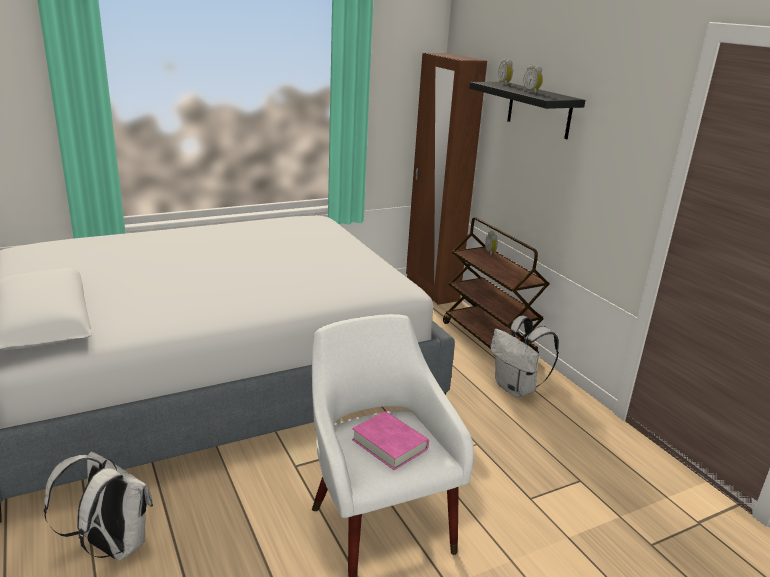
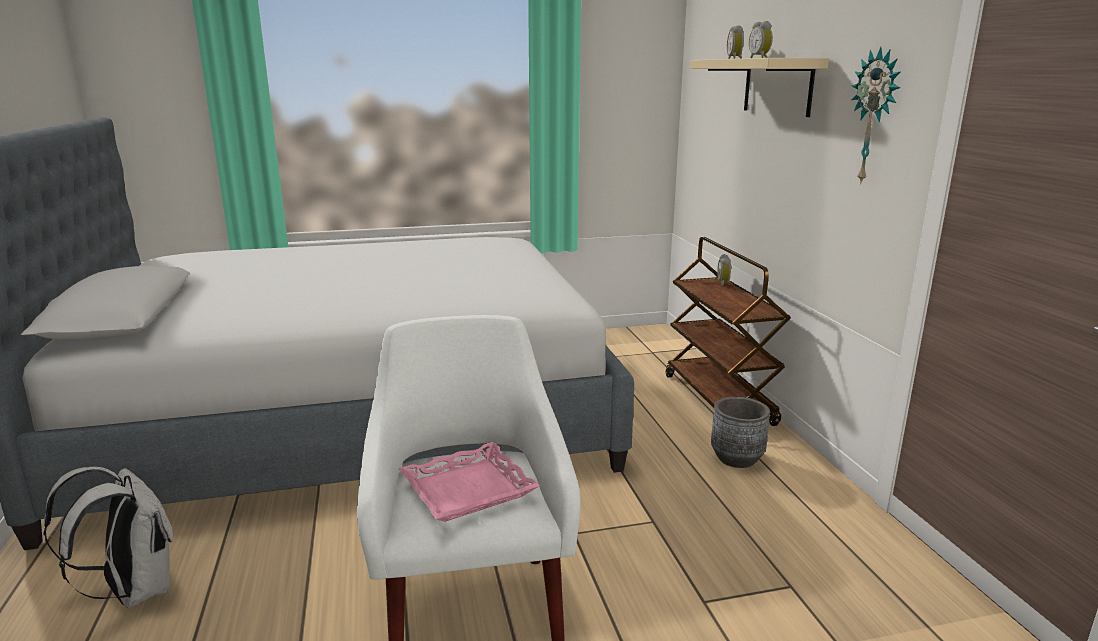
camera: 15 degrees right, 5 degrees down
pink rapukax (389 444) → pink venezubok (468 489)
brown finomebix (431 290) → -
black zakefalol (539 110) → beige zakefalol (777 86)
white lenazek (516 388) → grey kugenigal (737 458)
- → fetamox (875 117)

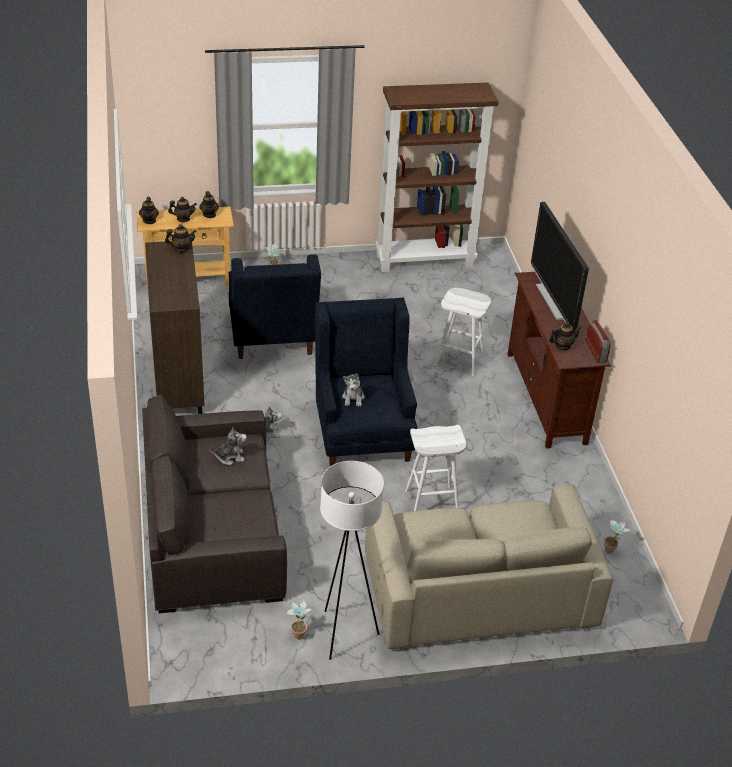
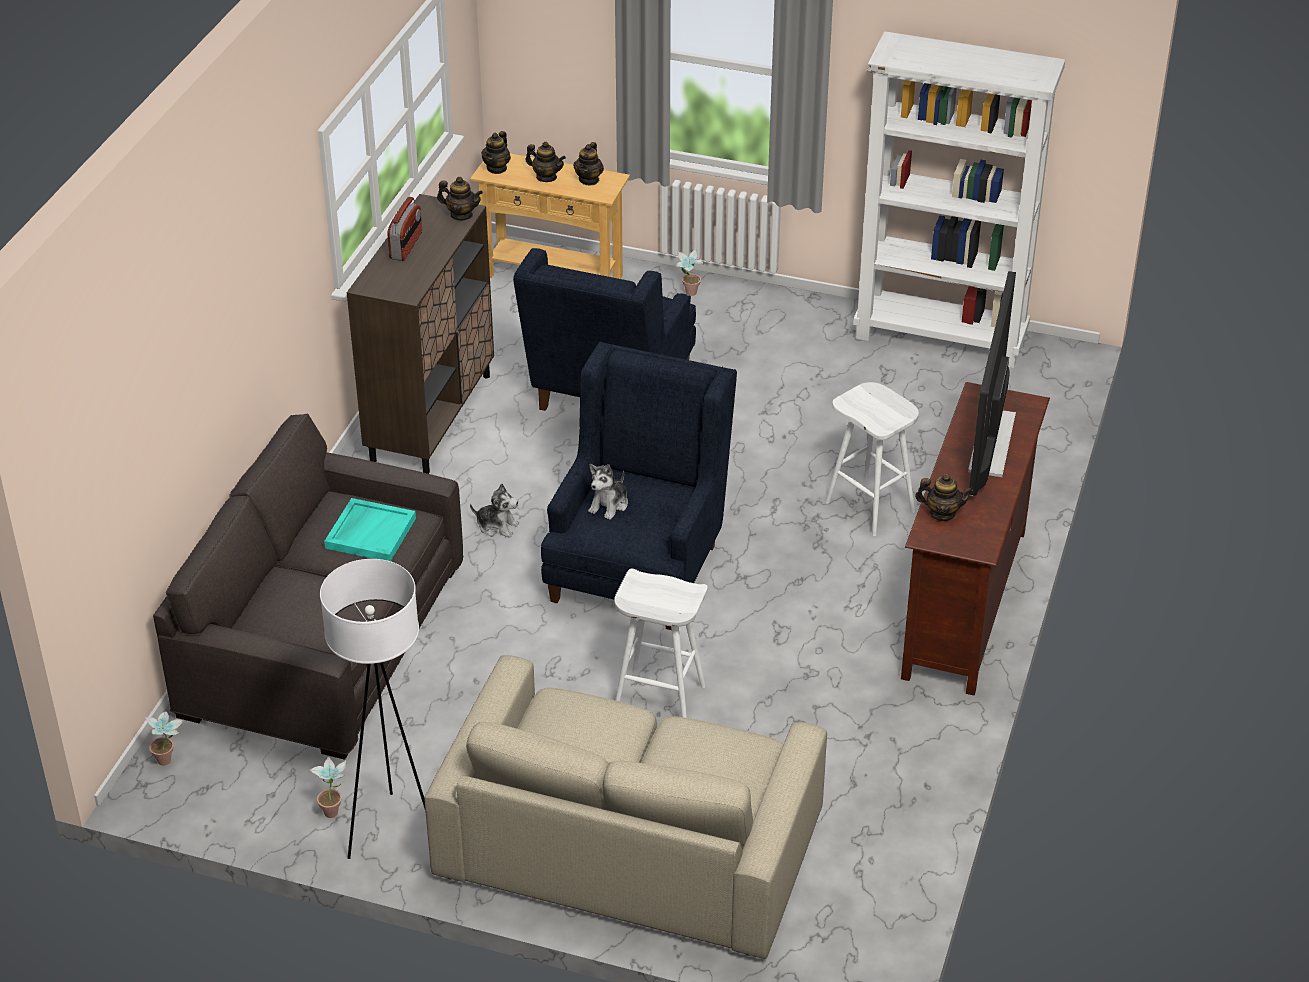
camera: 30 degrees right, 0 degrees up
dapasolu (230 457) → turquoise venezubok (370 532)
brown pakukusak (425 260) → white pakukusak (941 337)
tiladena (596 352) → tiladena (406 246), shifted
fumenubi (612 550) → fumenubi (169 761), shifted

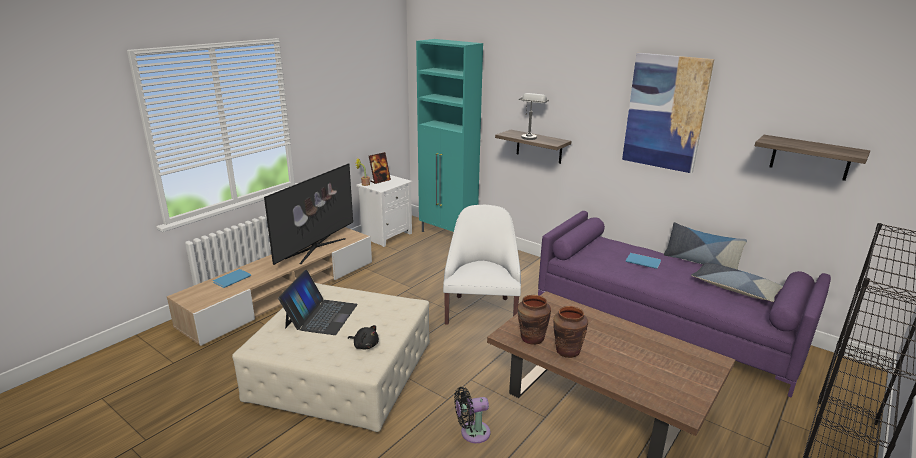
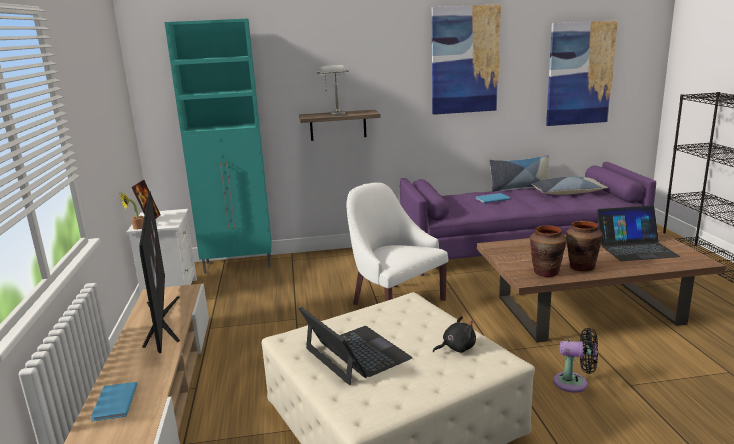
camera: 45 degrees left, 5 degrees down
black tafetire (472 433) → black tafetire (574 383), 105 degrees counterclockwise
zakefalol (810 157) → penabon (580 74)
- → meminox (635 248)

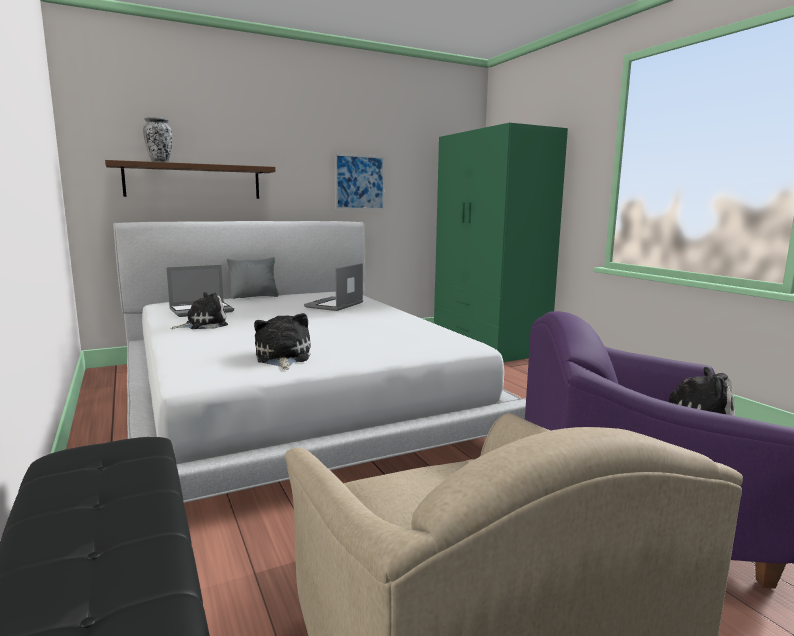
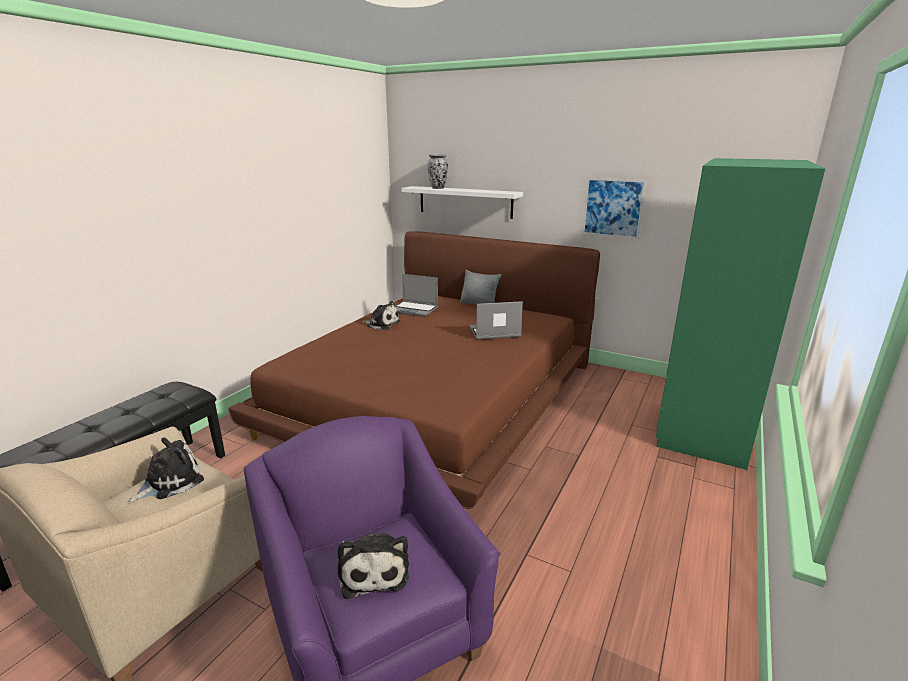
camera: 55 degrees right, 10 degrees up
brown zakefalol (193 181) → white zakefalol (465 202)
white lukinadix (293 398) → brown lukinadix (435 395)
dapasolu (282 358) → dapasolu (170 482), shifted

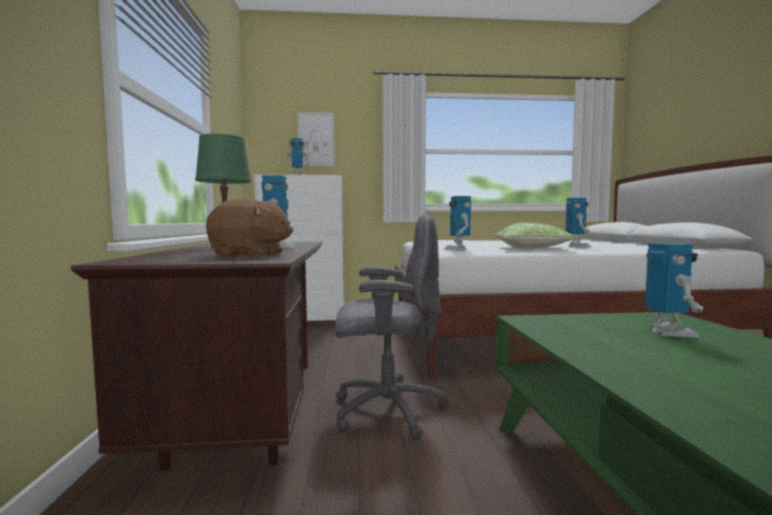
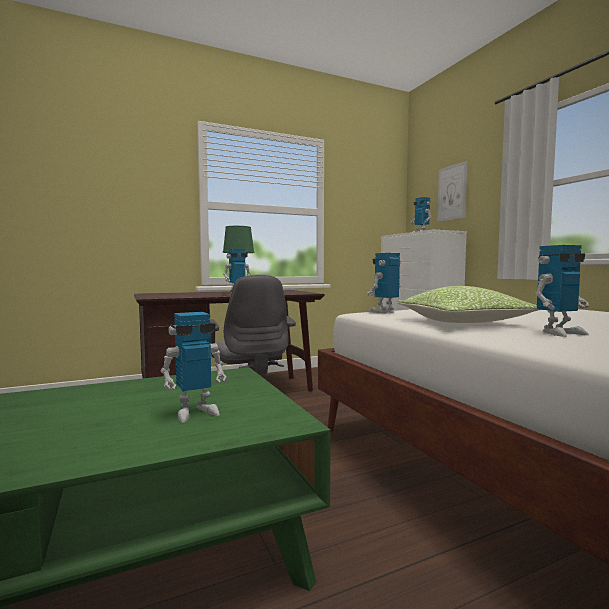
camera: 70 degrees right, 0 degrees up
brown dapasolu (250 256) → -

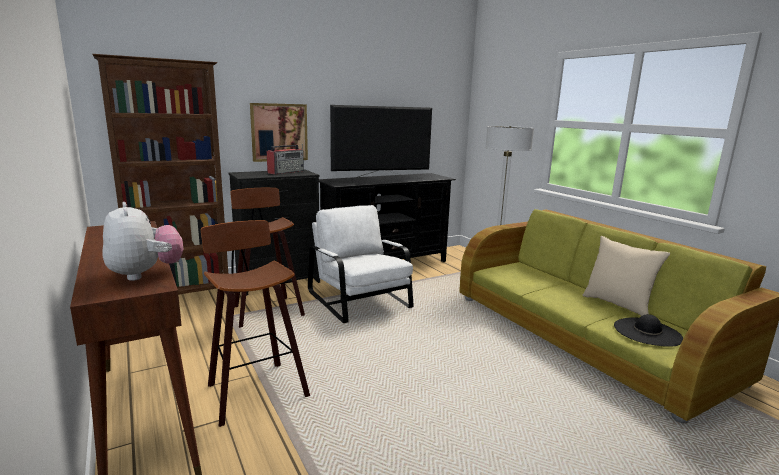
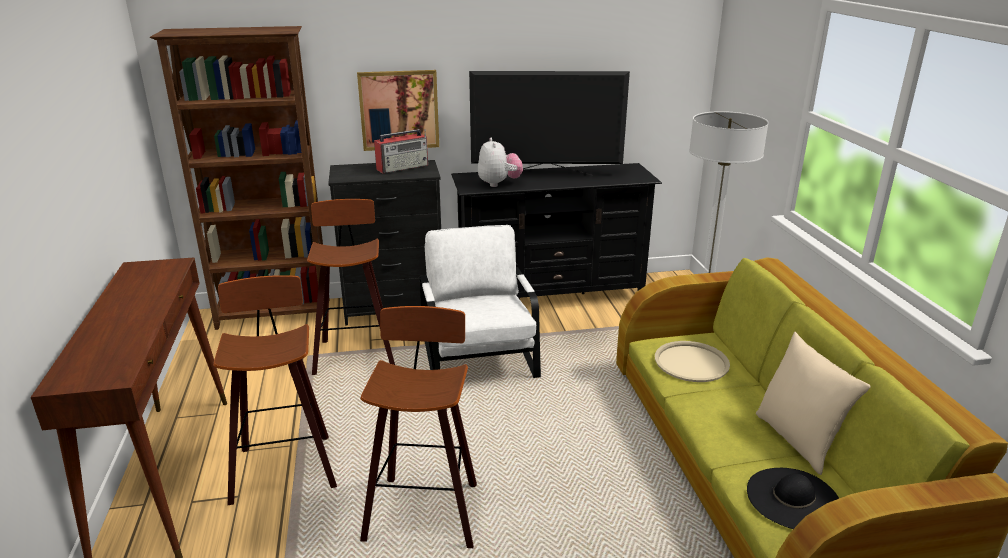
camera: 20 degrees right, 10 degrees up
dapasolu (145 274) → dapasolu (499 184), shifted
- → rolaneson (424 509)
- → beige venezubok (691 362)

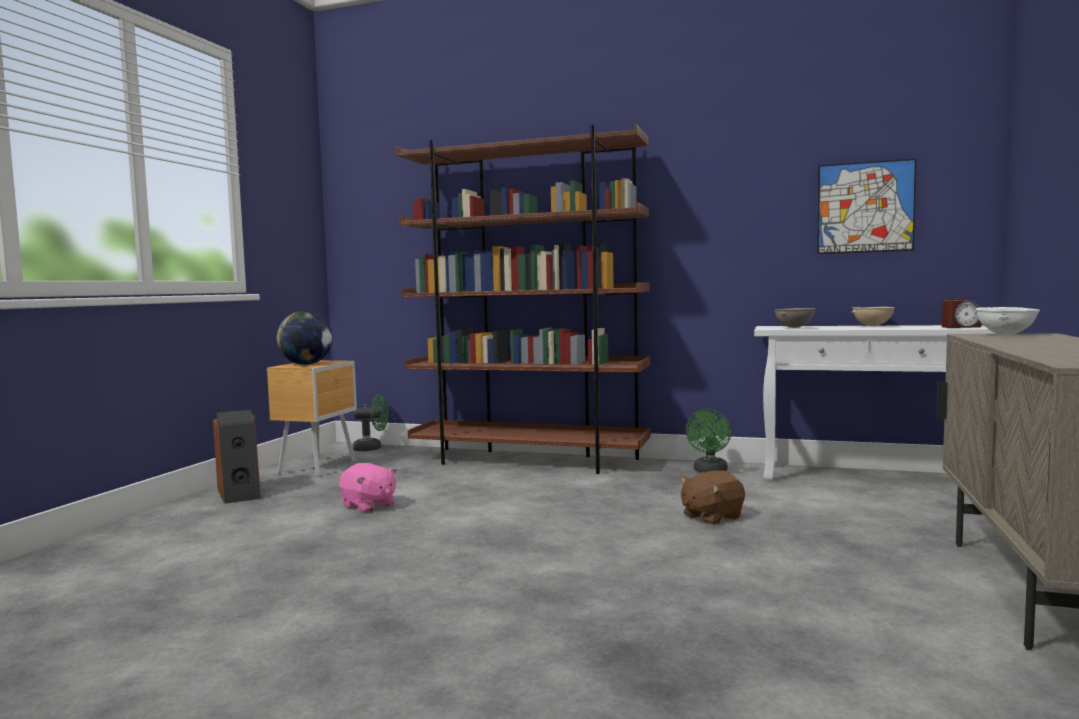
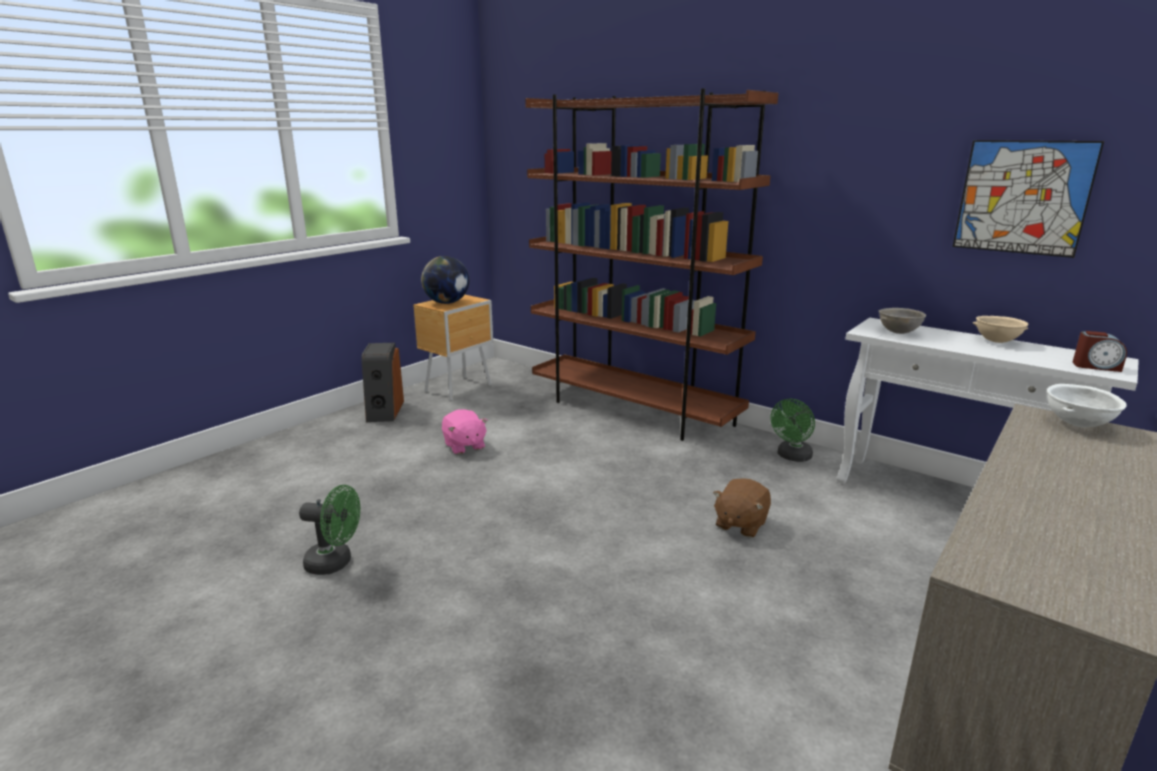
camera: 20 degrees right, 15 degrees up
green tafetire (372 448) → green tafetire (335 563), shifted
brown dapasolu (711 517) → brown dapasolu (740 524), 45 degrees counterclockwise

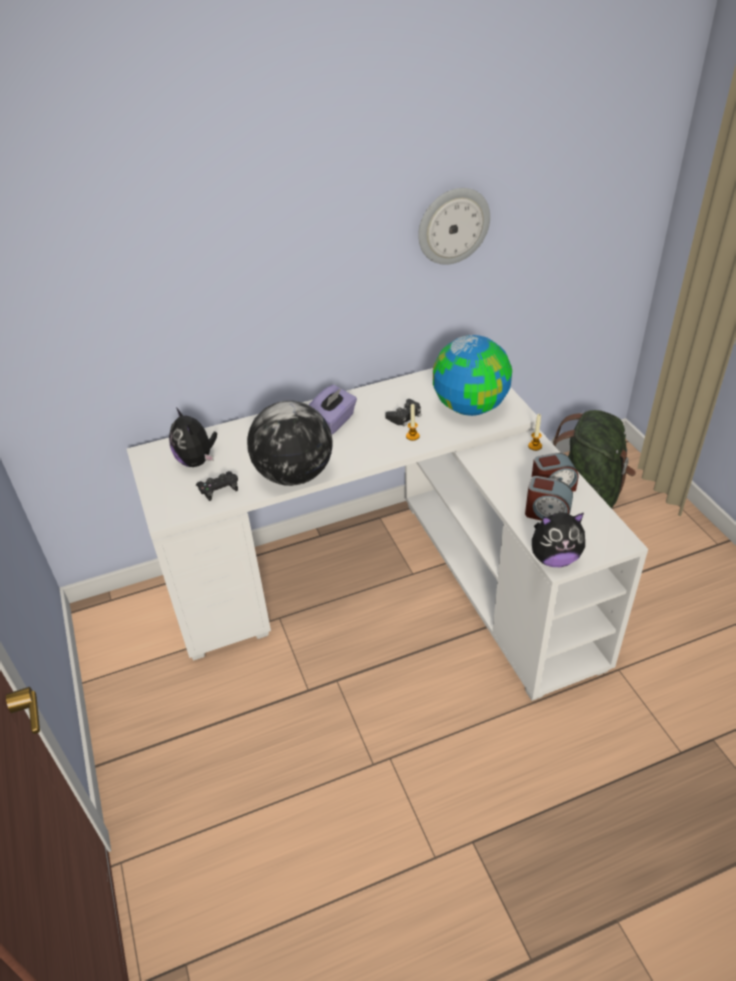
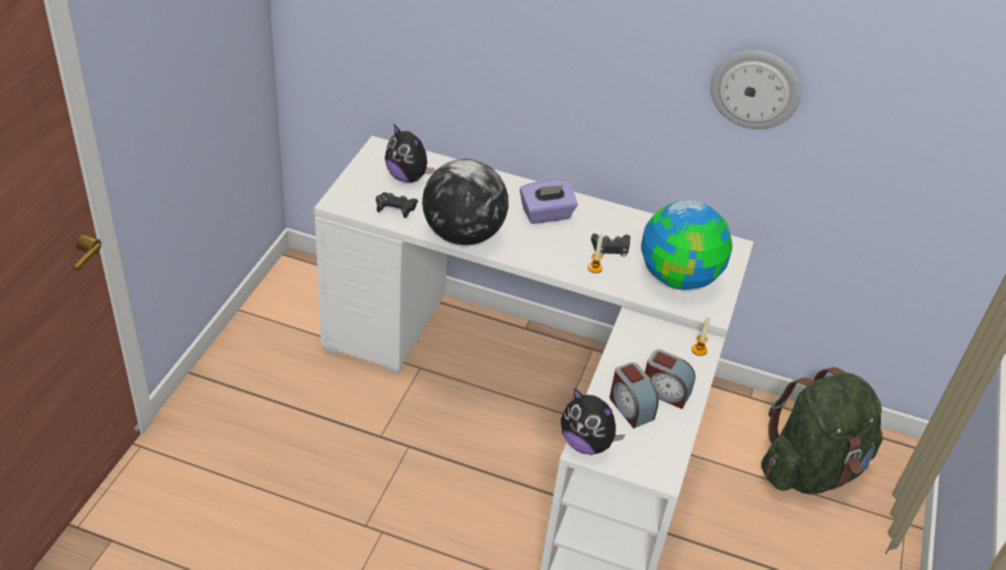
camera: 35 degrees right, 0 degrees up
dapasolu (197 461) → dapasolu (408 177), 60 degrees counterclockwise

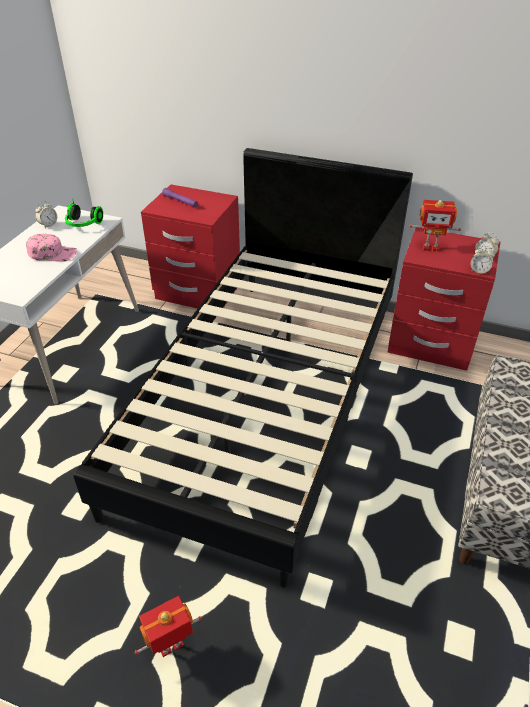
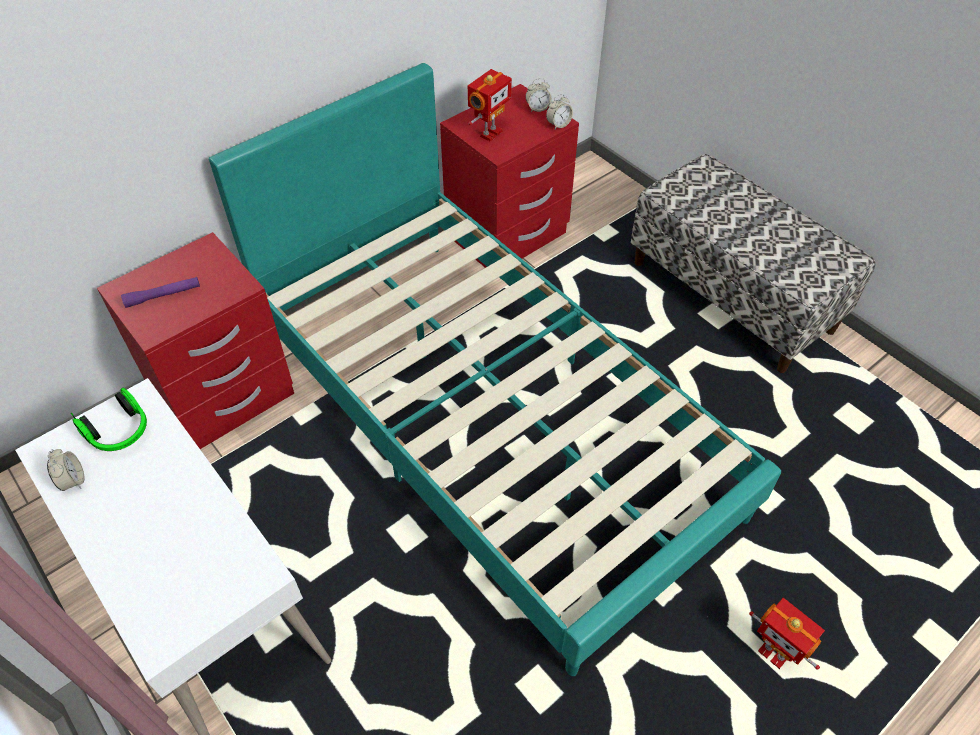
camera: 60 degrees left, 10 degrees up
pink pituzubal (53 253) → -
black lukinadix (265 400) → turquoise lukinadix (489 419)
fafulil (171 648) → fafulil (773 653), 45 degrees counterclockwise

